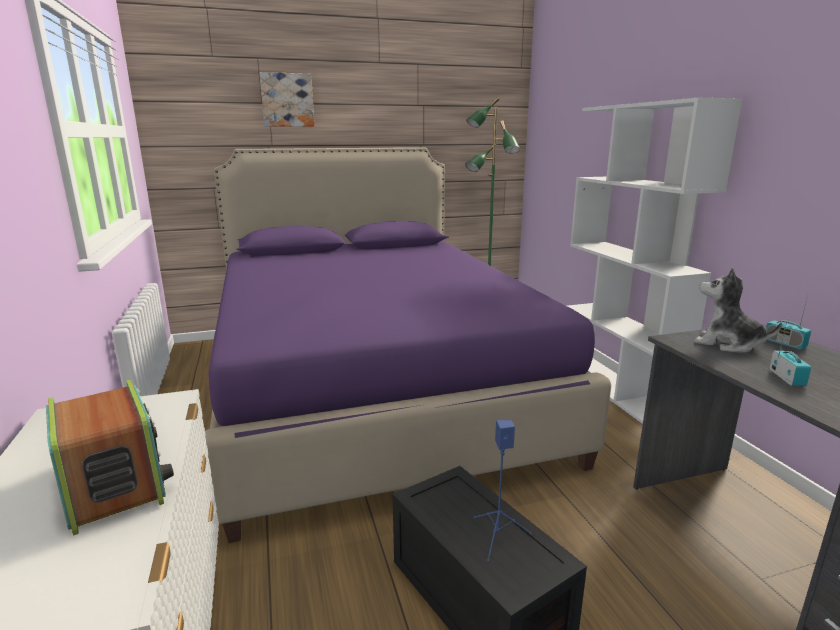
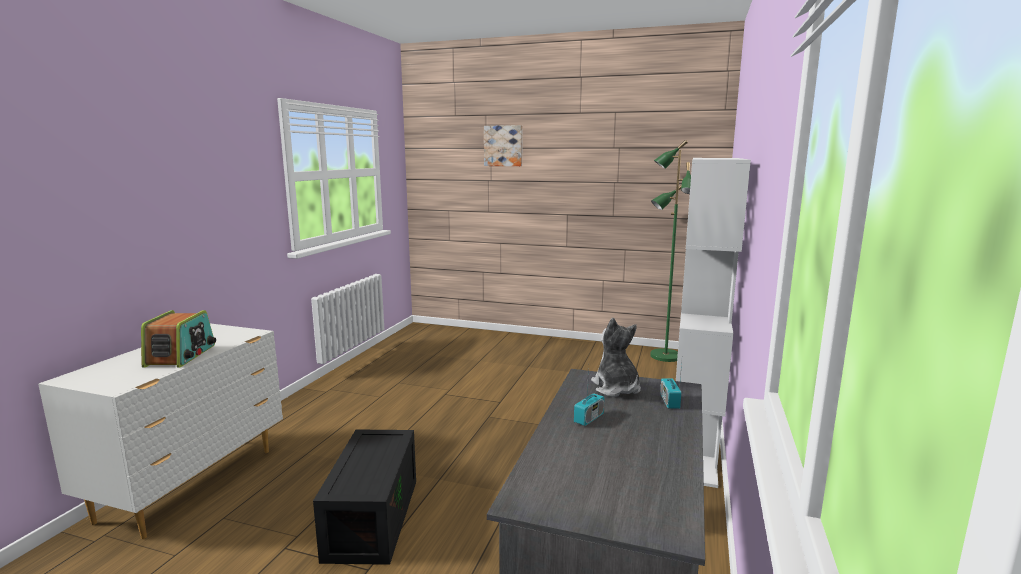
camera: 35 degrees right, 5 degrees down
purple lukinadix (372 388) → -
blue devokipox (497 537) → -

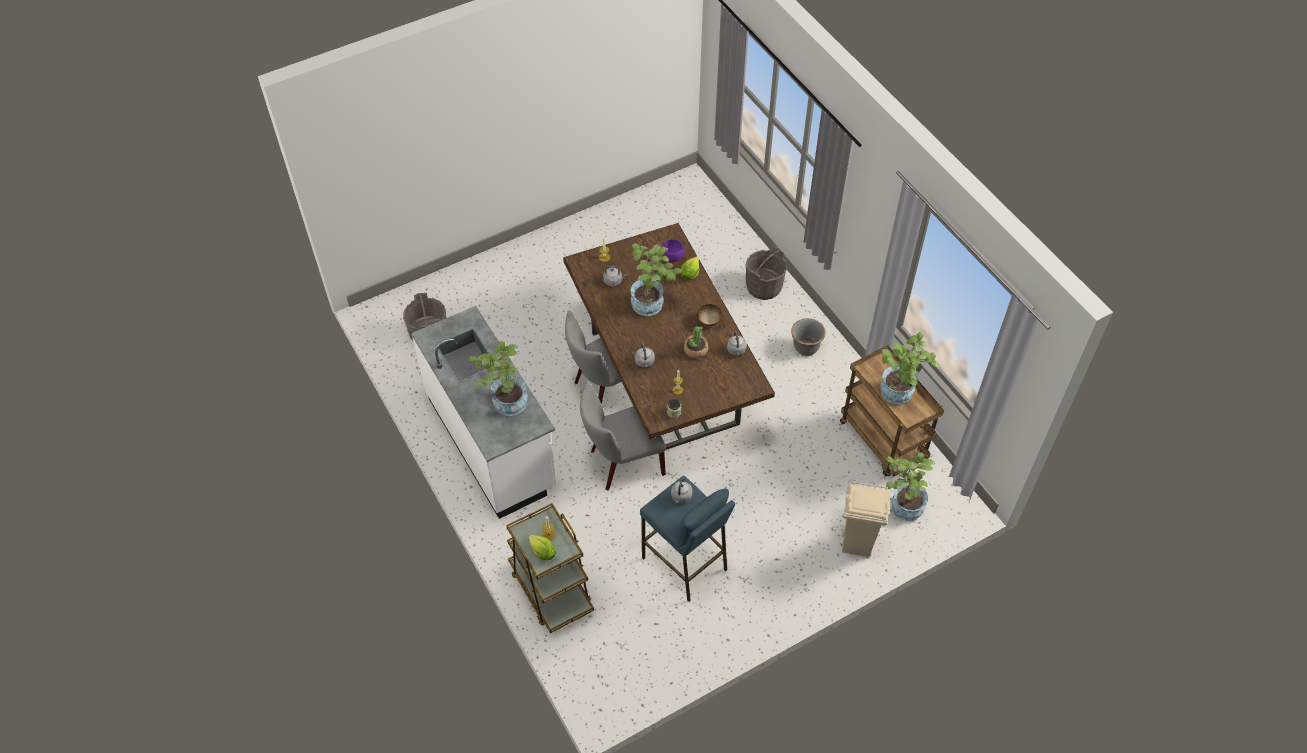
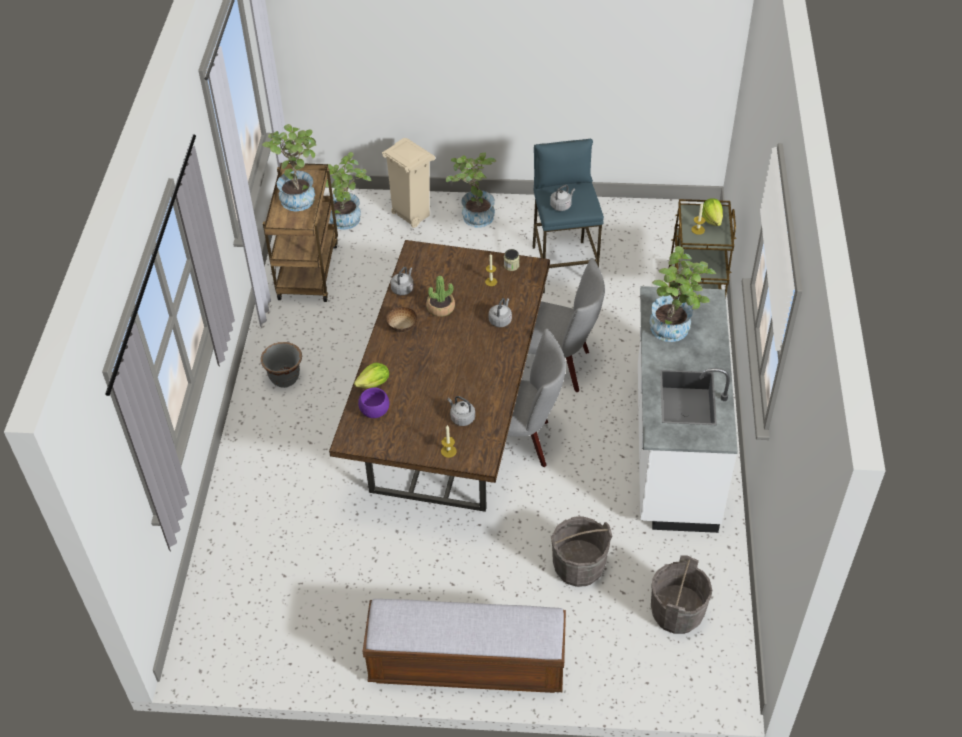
camera: 145 degrees left, 5 degrees down
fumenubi (652 303) → fumenubi (473 215), shifted
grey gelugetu (763 287) → grey gelugetu (578 566), shifted
- → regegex (466 665)

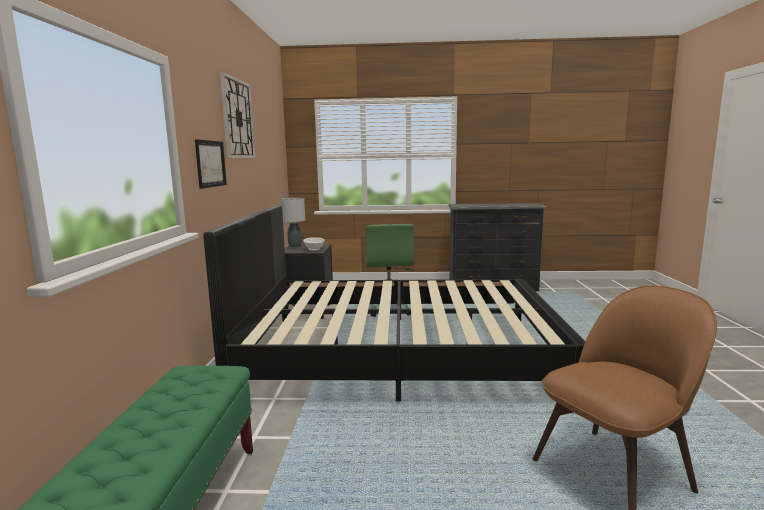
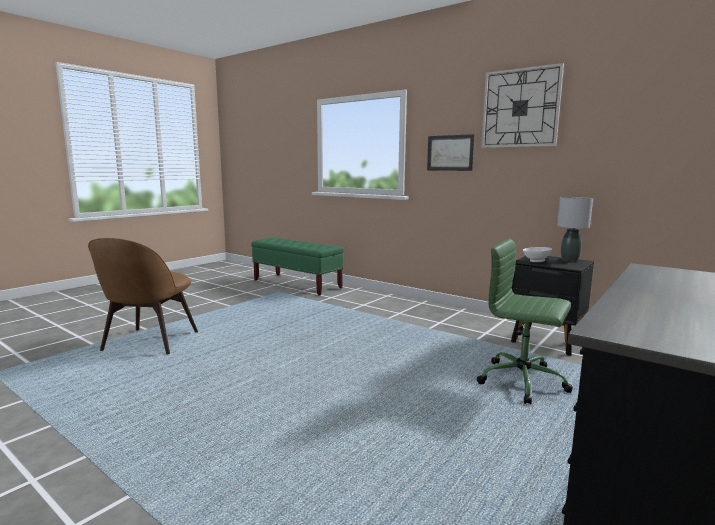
camera: 125 degrees right, 0 degrees up
black lukinadix (399 354) → -

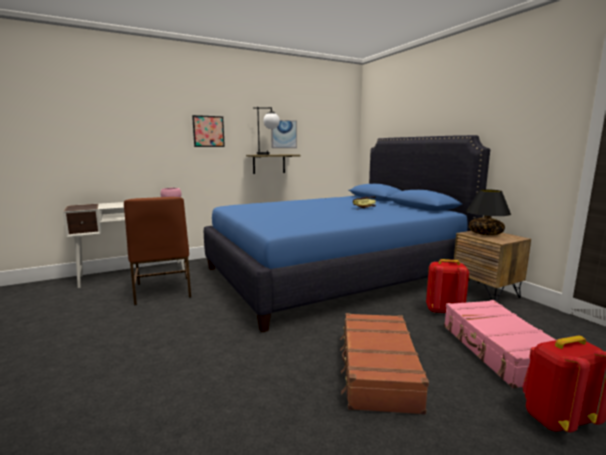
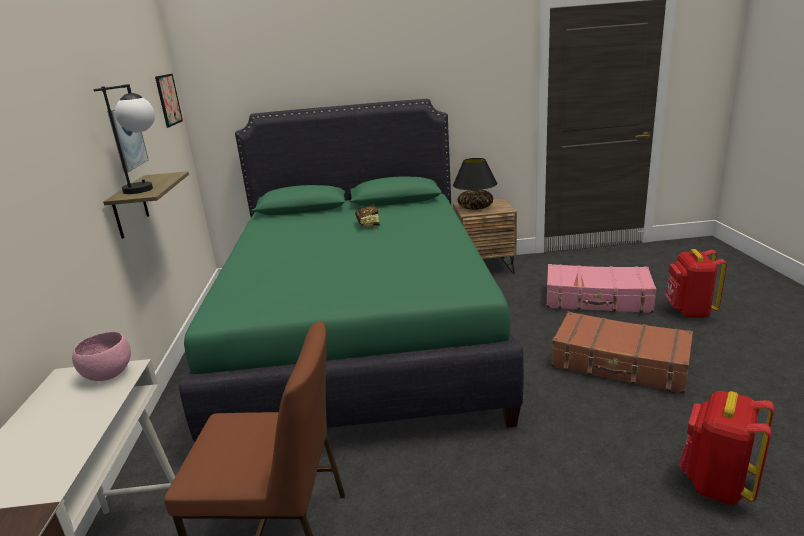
camera: 65 degrees left, 10 degrees up
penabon (208 131) → penabon (168 100), shifted
blue lukinadix (334 274) → green lukinadix (359 335)
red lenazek (444 311) → red lenazek (716 484), shifted

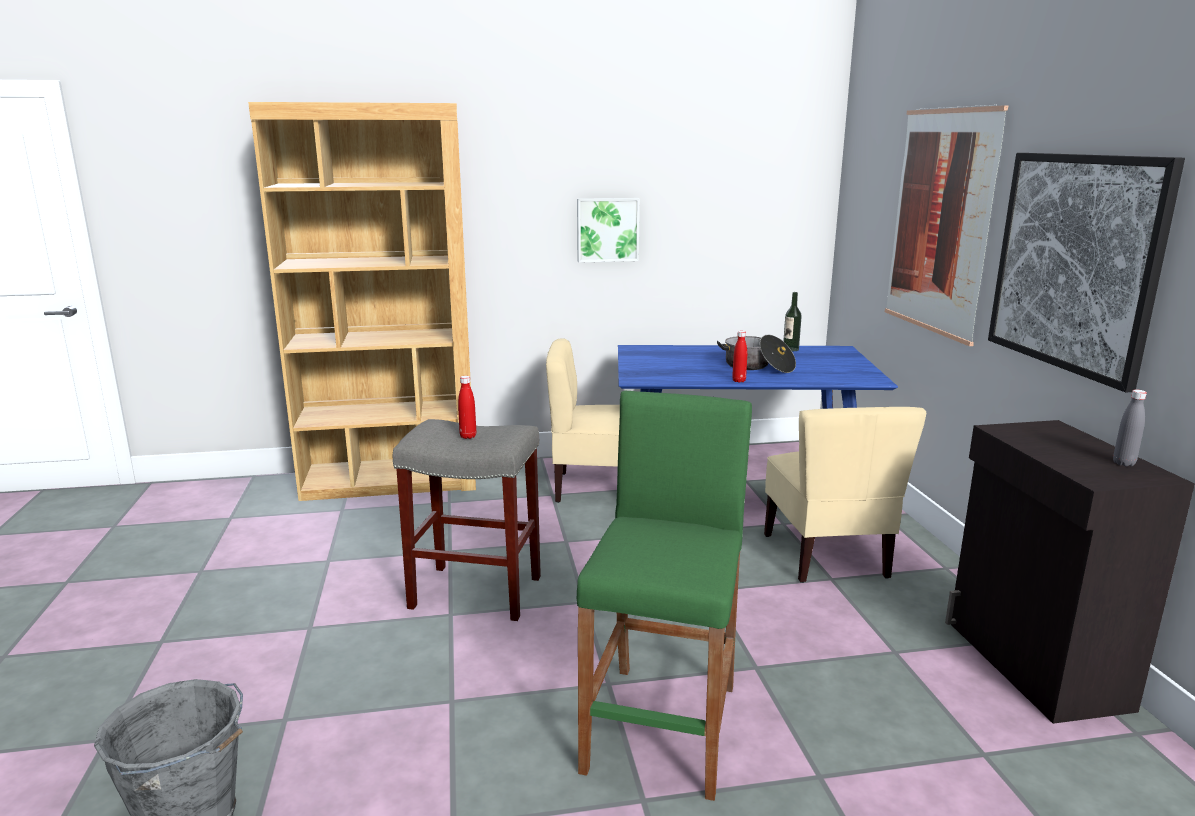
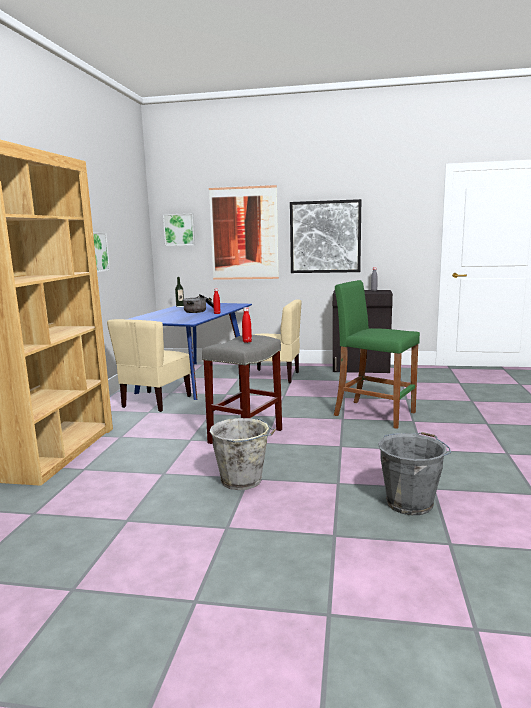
camera: 70 degrees left, 5 degrees down
- → penabon (179 229)
- → grey gelugetu (243 481)

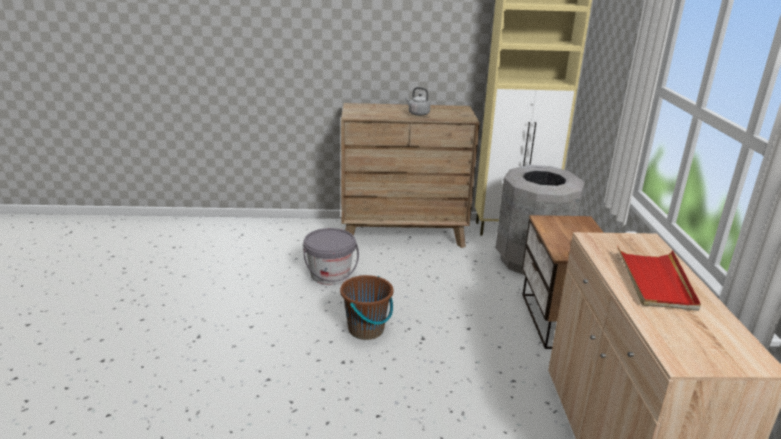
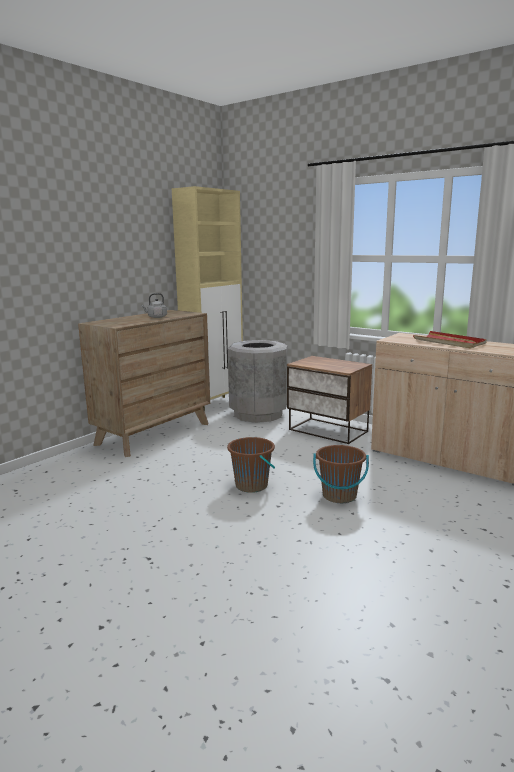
camera: 50 degrees left, 10 degrees down
grey gelugetu (330 274) → -
- → brown gelugetu (339 496)

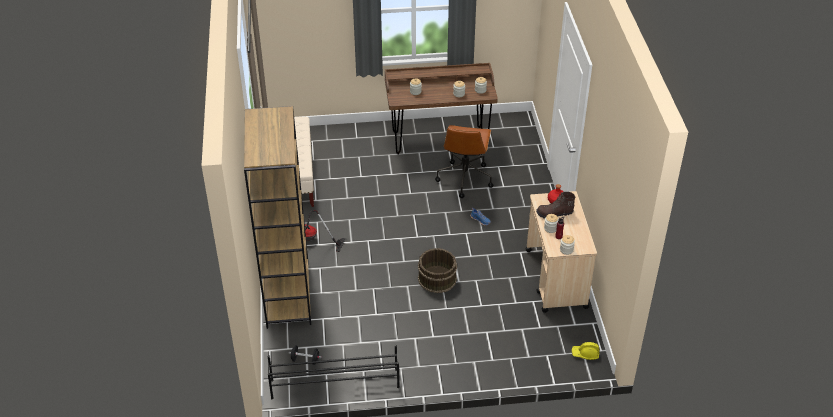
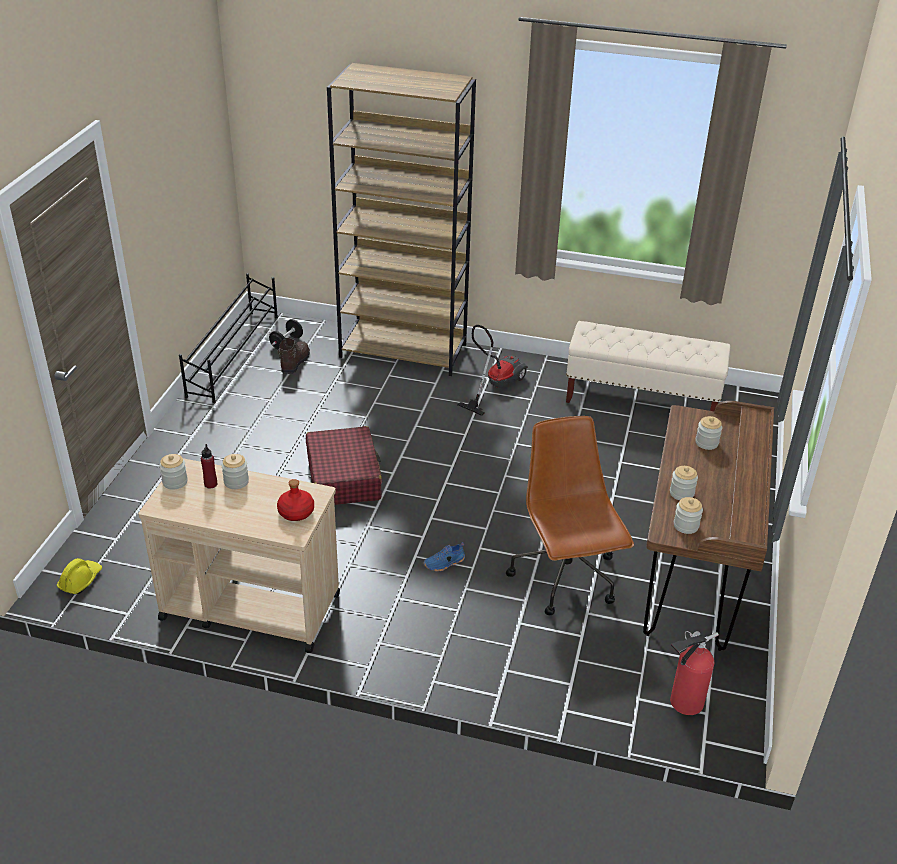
camera: 110 degrees right, 5 degrees down
brown gelugetu (436 279) → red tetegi (344 477)
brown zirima (464 178) → brown zirima (565 578), 45 degrees clockwise
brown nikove (554 214) → brown nikove (294 363), shifted
- → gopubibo (683 703)

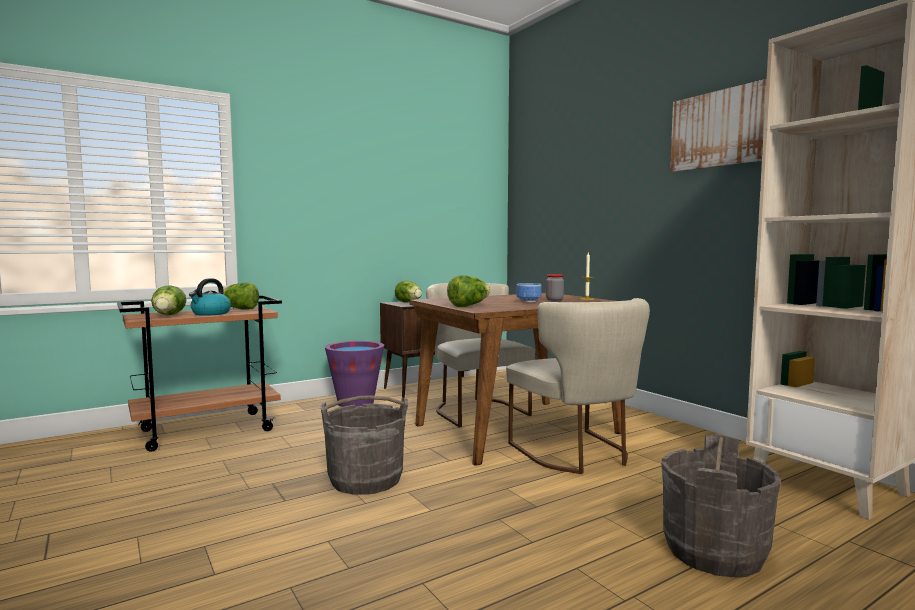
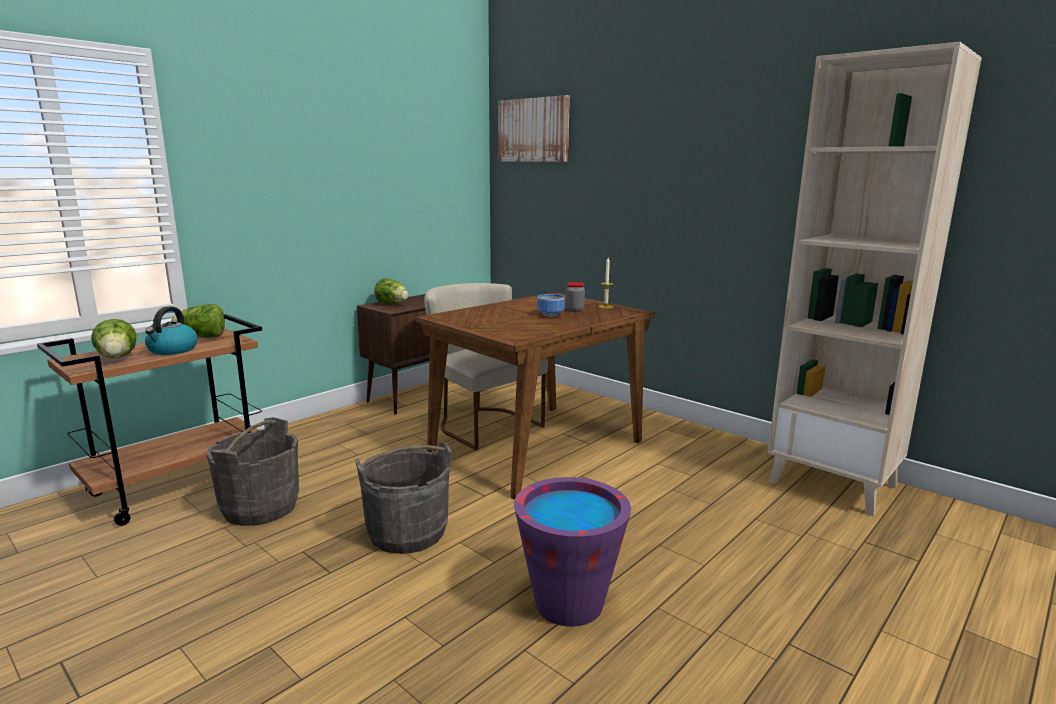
camera: 15 degrees left, 10 degrees up
purple gelugetu (355 403) → purple gelugetu (568 603), shifted
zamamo (468 306) → -
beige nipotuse (577 454) → -
grey gelugetu (714 551) → grey gelugetu (260 507), shifted
penabon (722 128) → penabon (533 130), shifted

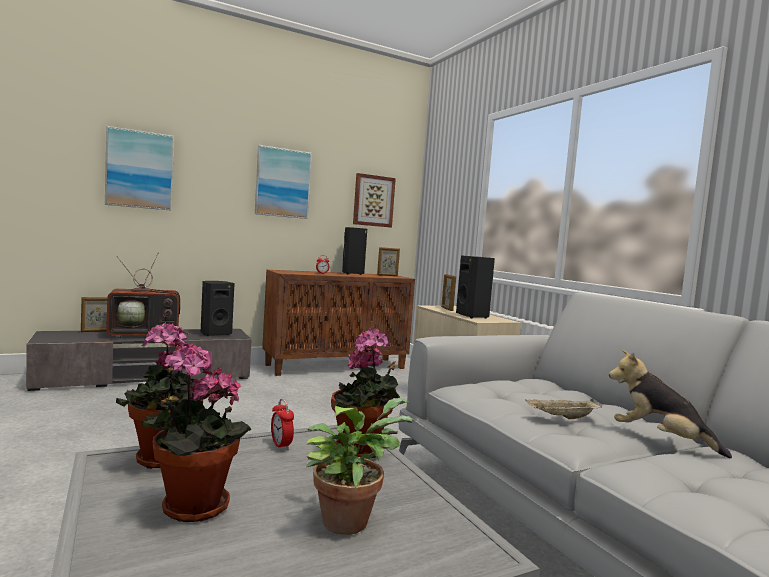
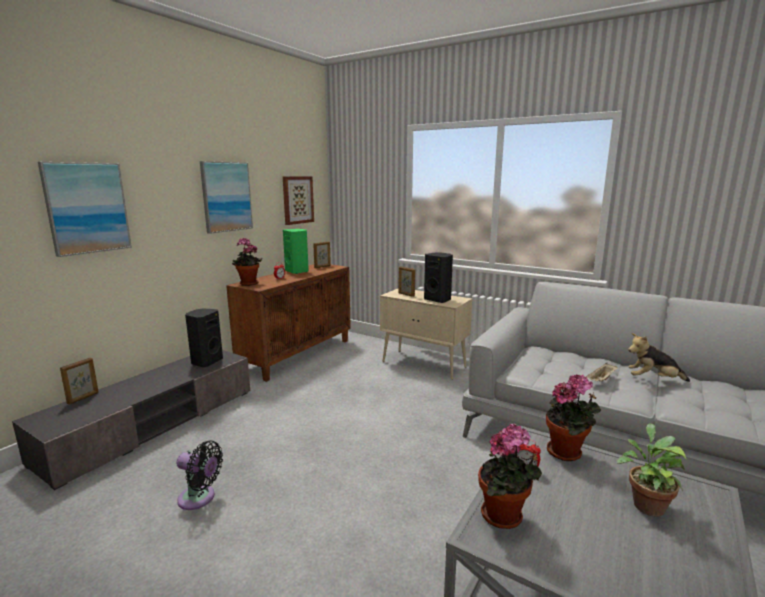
camera: 30 degrees left, 10 degrees up
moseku (146 335) → -
fumenubi (190 509) → fumenubi (248 284), shifted
black devokipox (353 274) → green devokipox (297 271)
- → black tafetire (199 498)

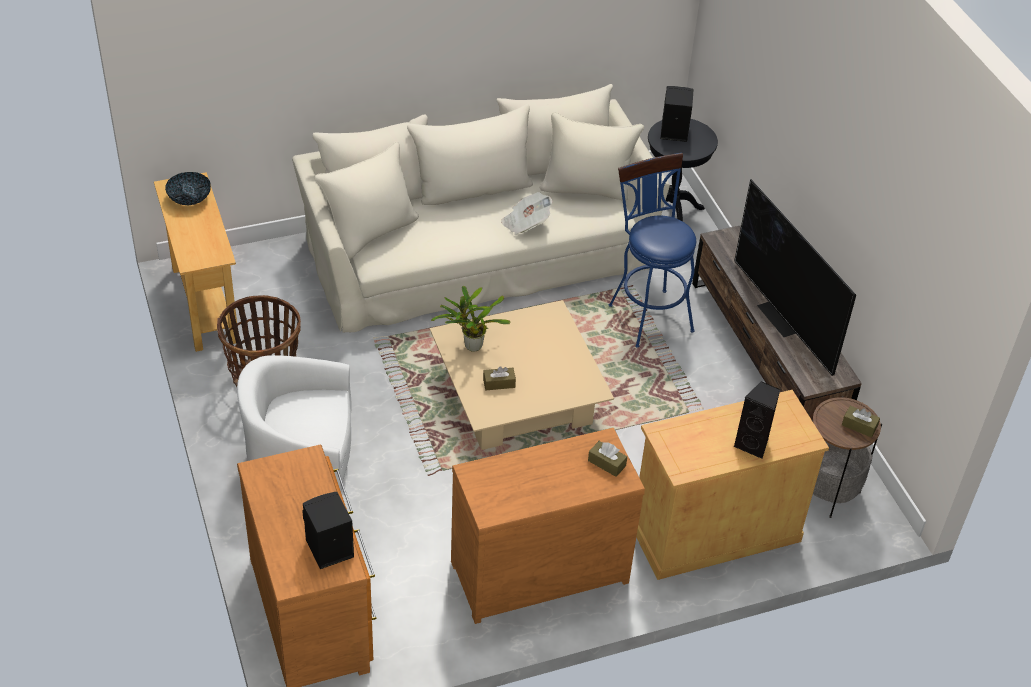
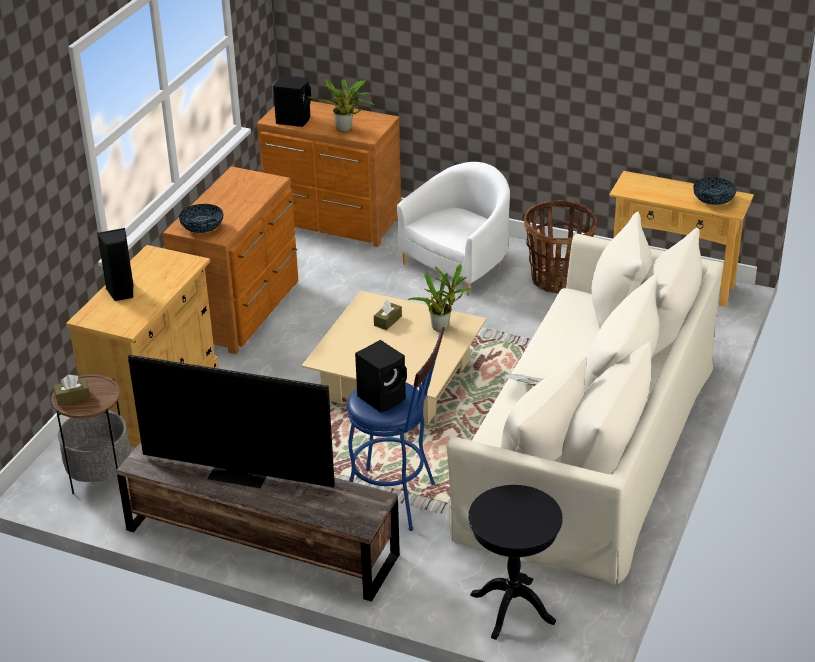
camera: 135 degrees right, 10 degrees down
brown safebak (606 463) → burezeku (202 228)
black devokipox (673 131) → black devokipox (383 397), shifted
- → fumenubi (345 130)

